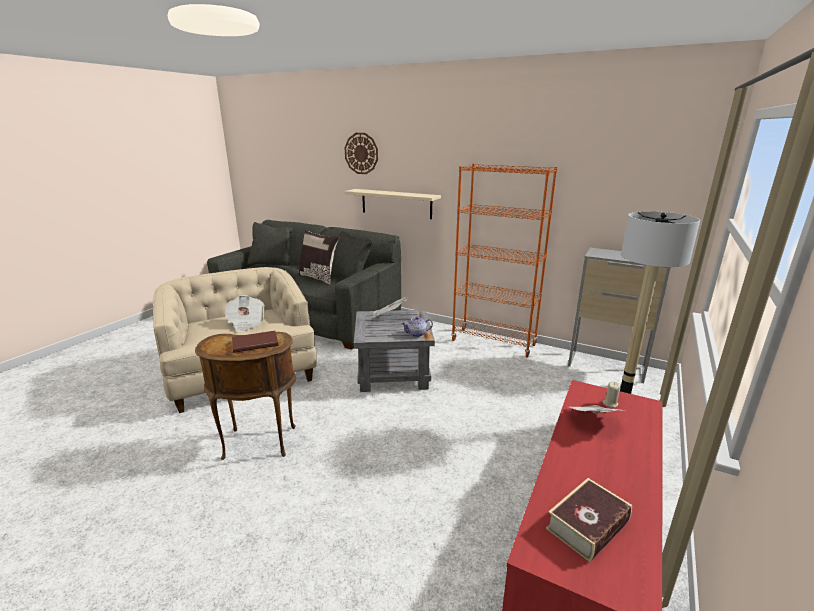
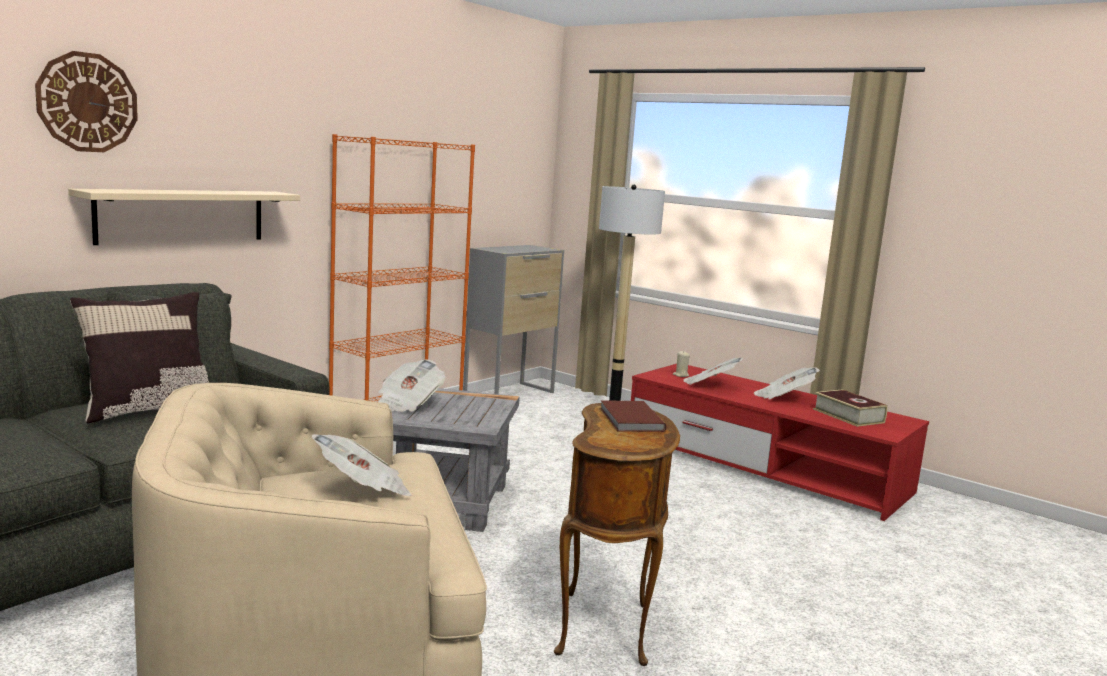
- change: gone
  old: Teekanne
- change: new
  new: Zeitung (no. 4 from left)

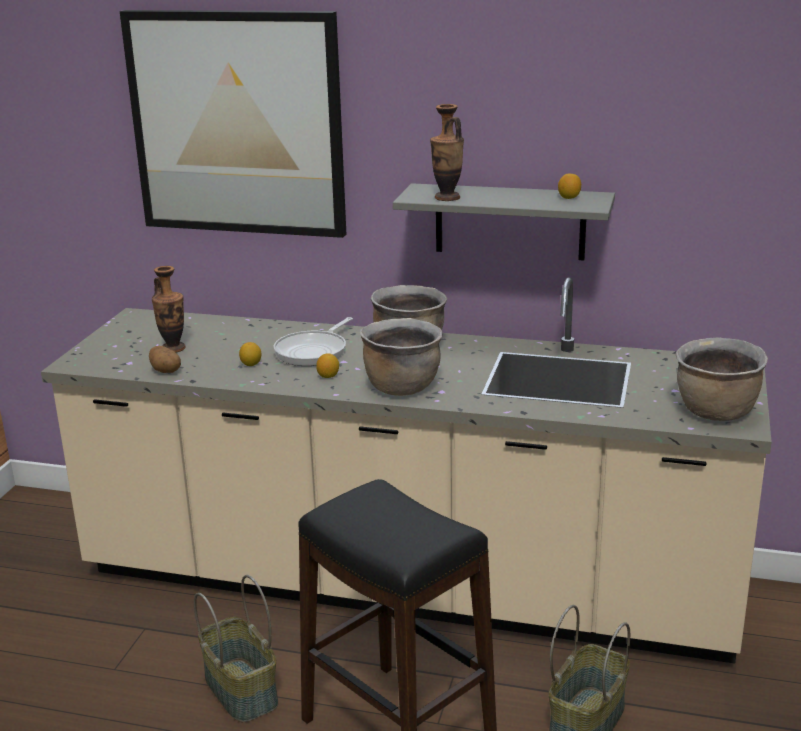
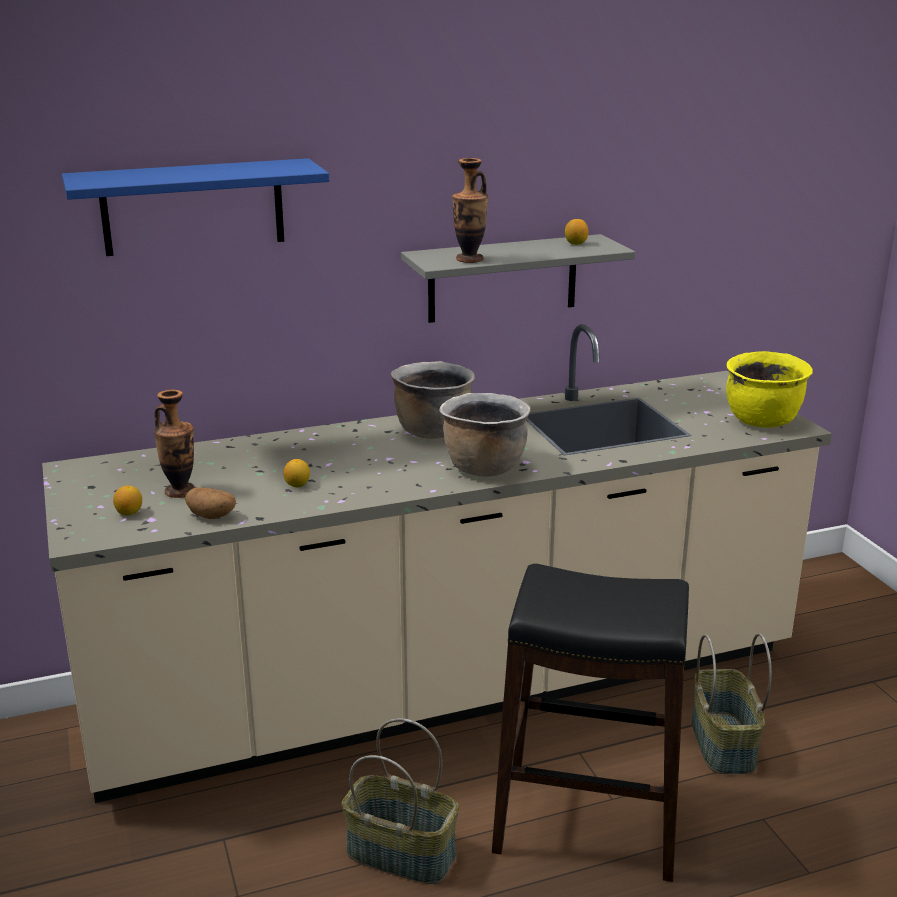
- change: swapped
  old: Bild
  new: Wandregal/blau
- change: gone
  old: Pfanne
- change: shifted
  old: Zitrone (no. 2 from left in the first image)
  new: Zitrone (no. 1 from left)
- change: repainted
  old: Kochtopf/braun (no. 3 from left)
  new: Kochtopf/gelb

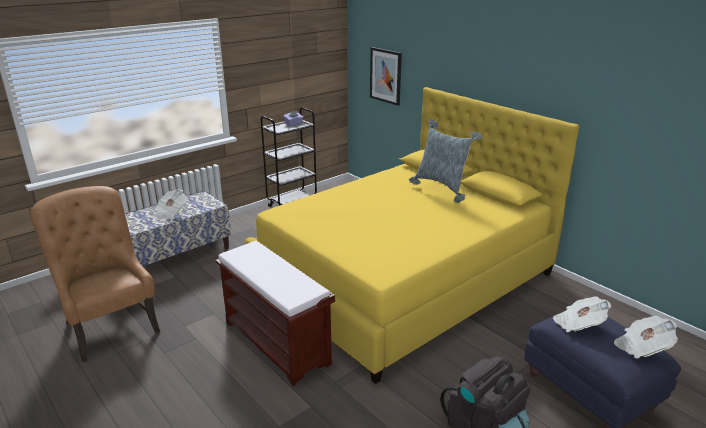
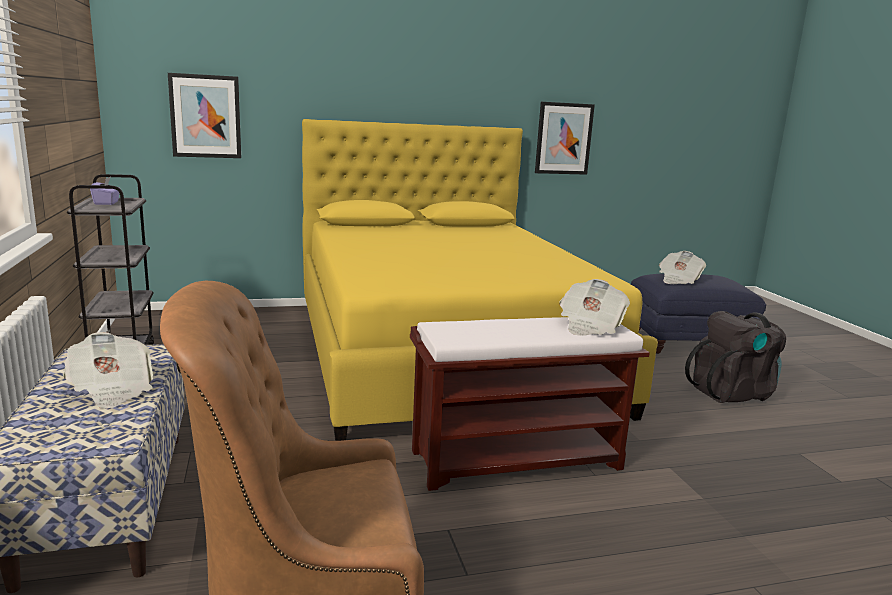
- change: gone
  old: Kissen
- change: shifted
  old: Zeitung (no. 3 from left in the first image)
  new: Zeitung (no. 2 from left)
- change: new
  new: Bild (no. 2 from left)

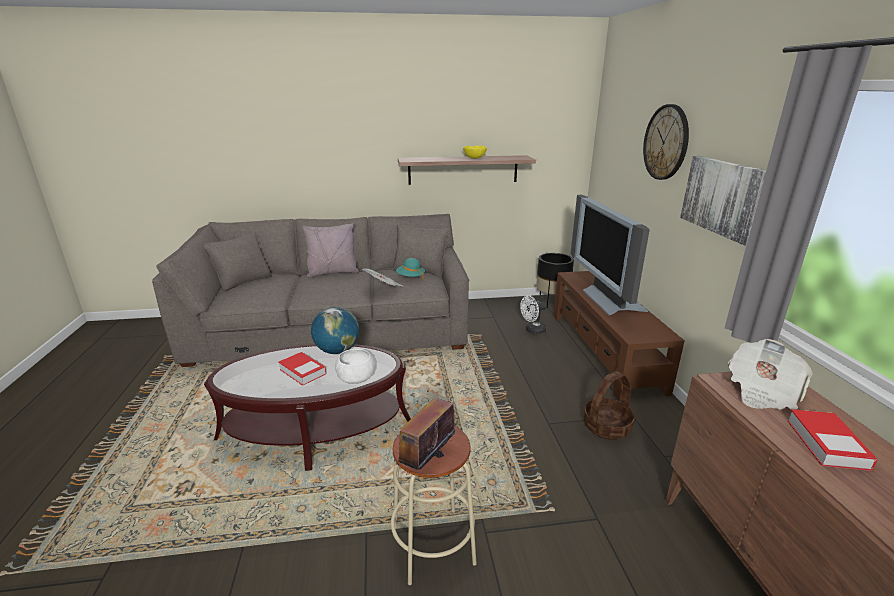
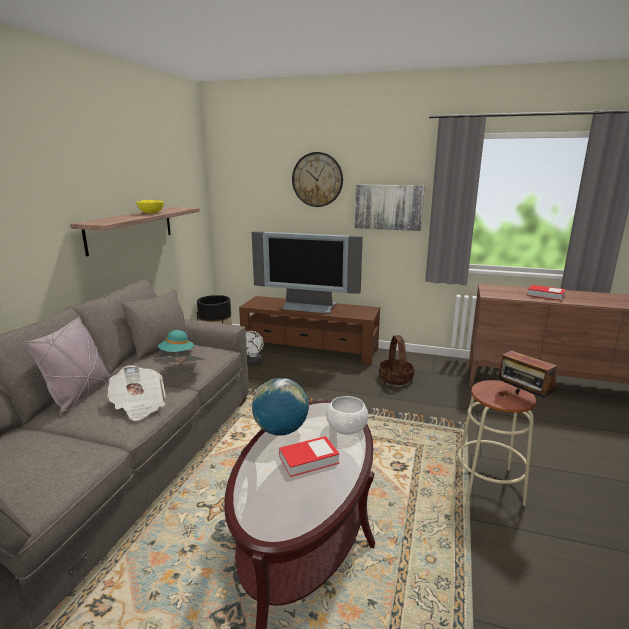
- change: shifted
  old: Zeitung (no. 2 from left in the first image)
  new: Zeitung (no. 1 from left)

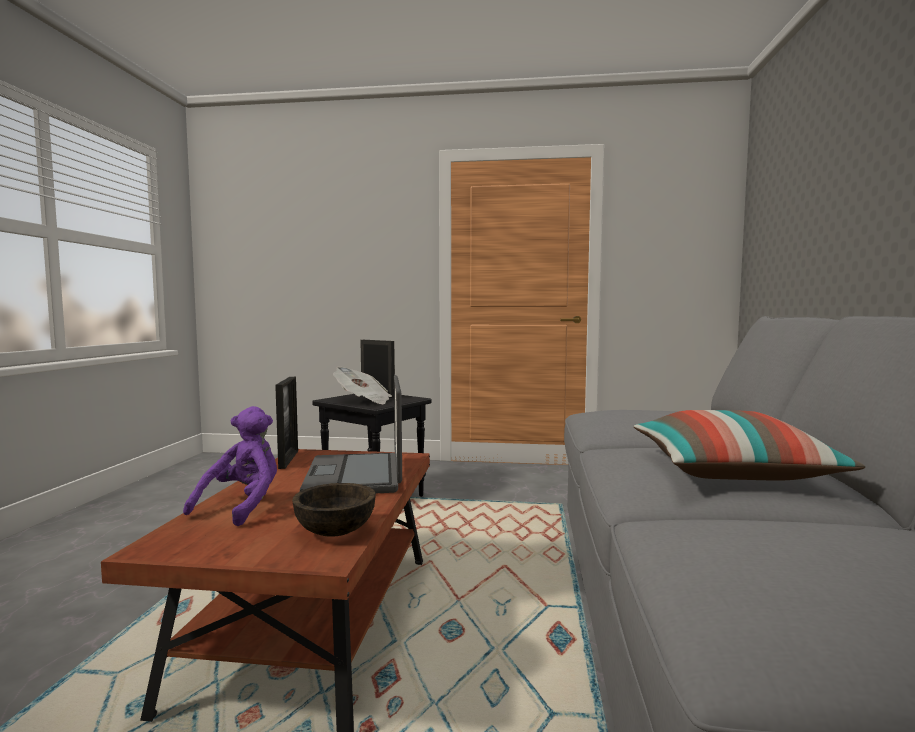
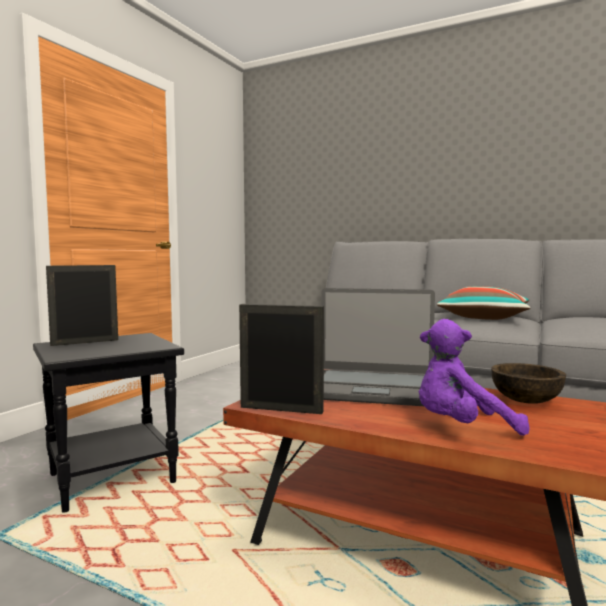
- change: rotated
  old: Plüschtier/lila
  degrees: -45
- change: gone
  old: Zeitung

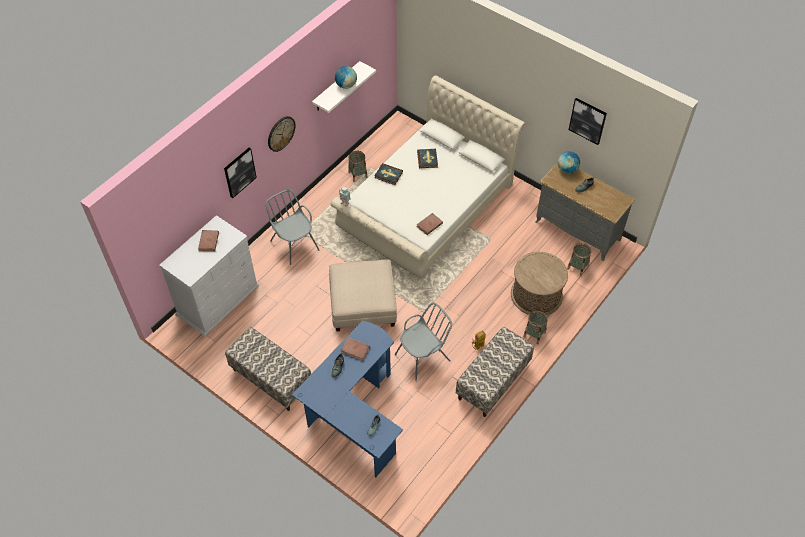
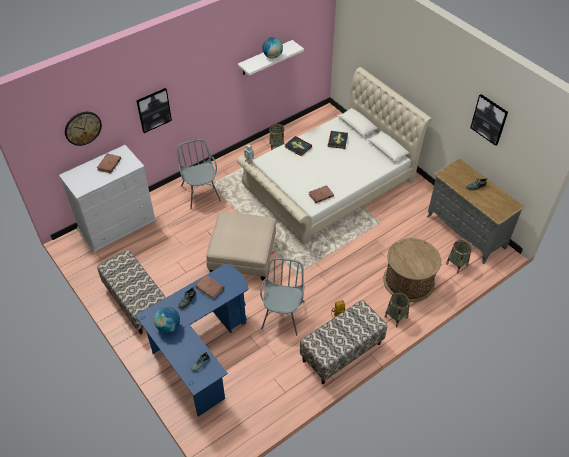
- change: shifted
  old: Wanduhr
- change: rotated
  old: Stuhl/grau (no. 2 from left)
  degrees: -60
- change: shifted
  old: Globus (no. 2 from left in the first image)
  new: Globus (no. 1 from left)

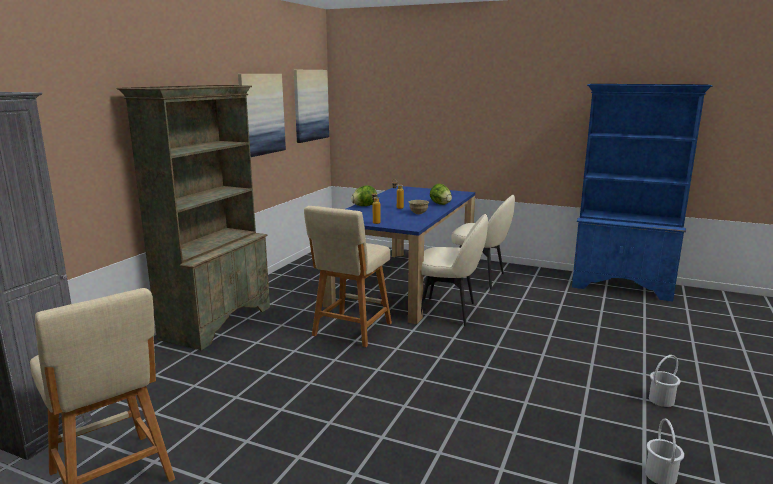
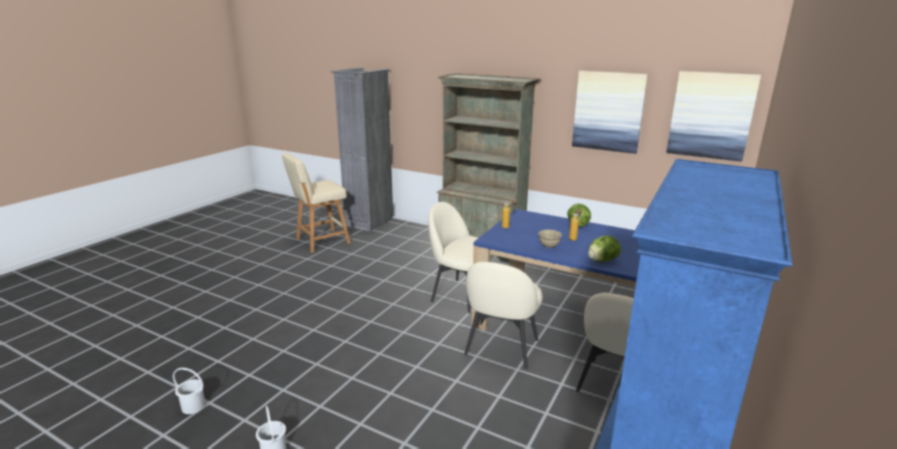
- change: swapped
  old: Hocker/beige (no. 2 from left)
  new: Stuhl/beige (no. 1 from left)

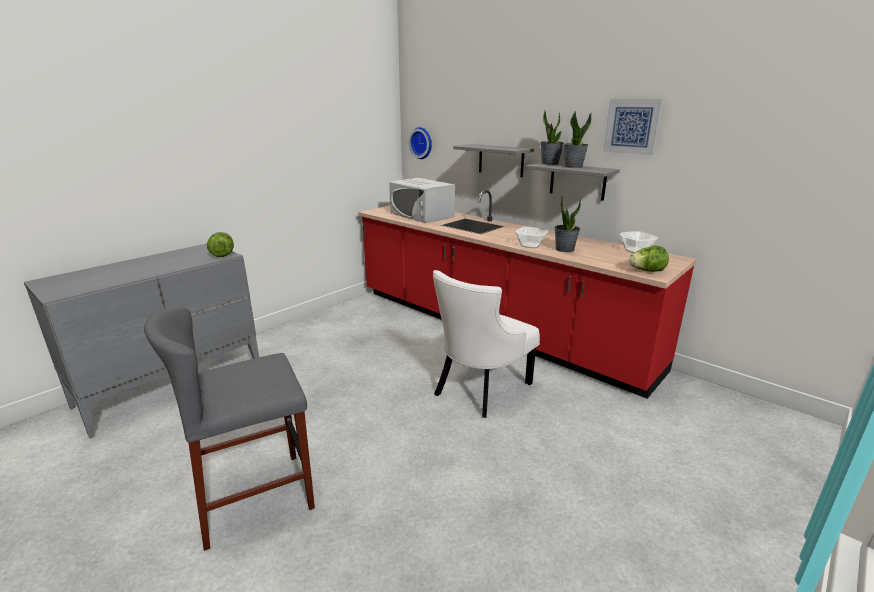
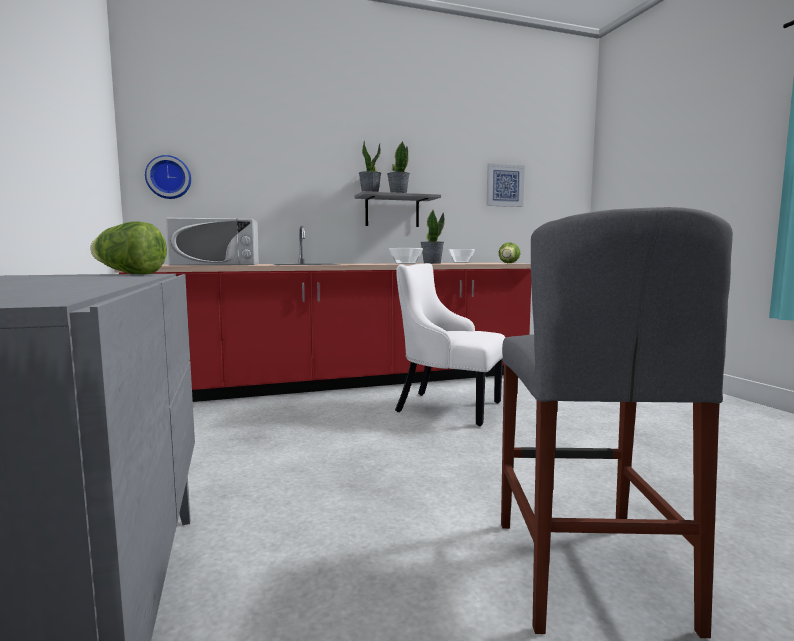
- change: rotated
  old: Stuhl/weiß
  degrees: 135
- change: gone
  old: Wandregal/grau (no. 1 from left)
- change: shifted
  old: Bild

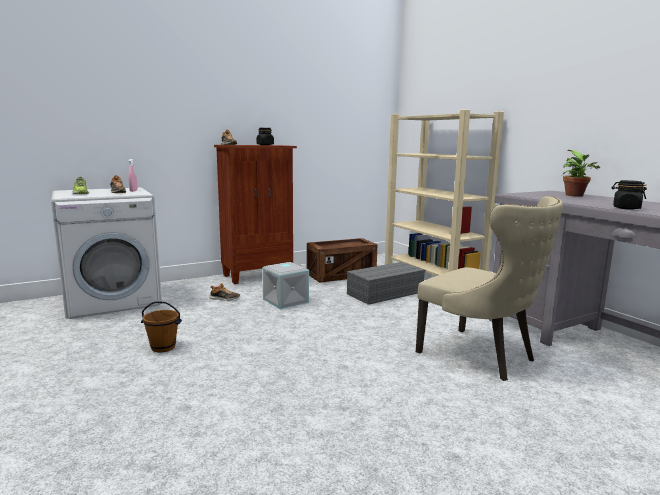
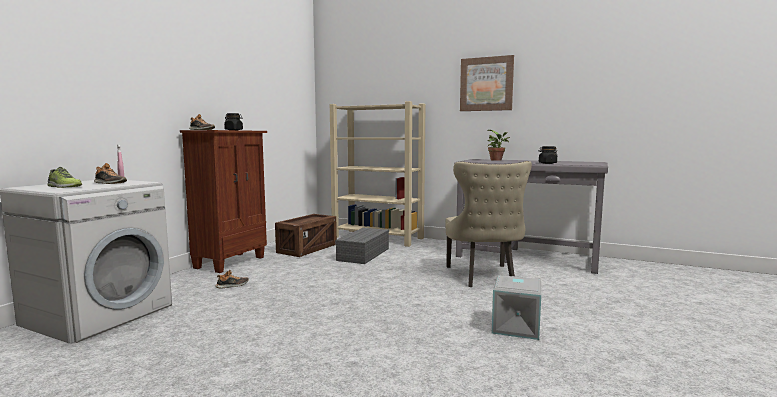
- change: gone
  old: Eimer/braun
- change: shifted
  old: Aufbewahrungsbox/grau (no. 1 from left in the first image)
  new: Aufbewahrungsbox/grau (no. 2 from left)
- change: rotated
  old: Stuhl/beige
  degrees: 75
- change: new
  new: Bild

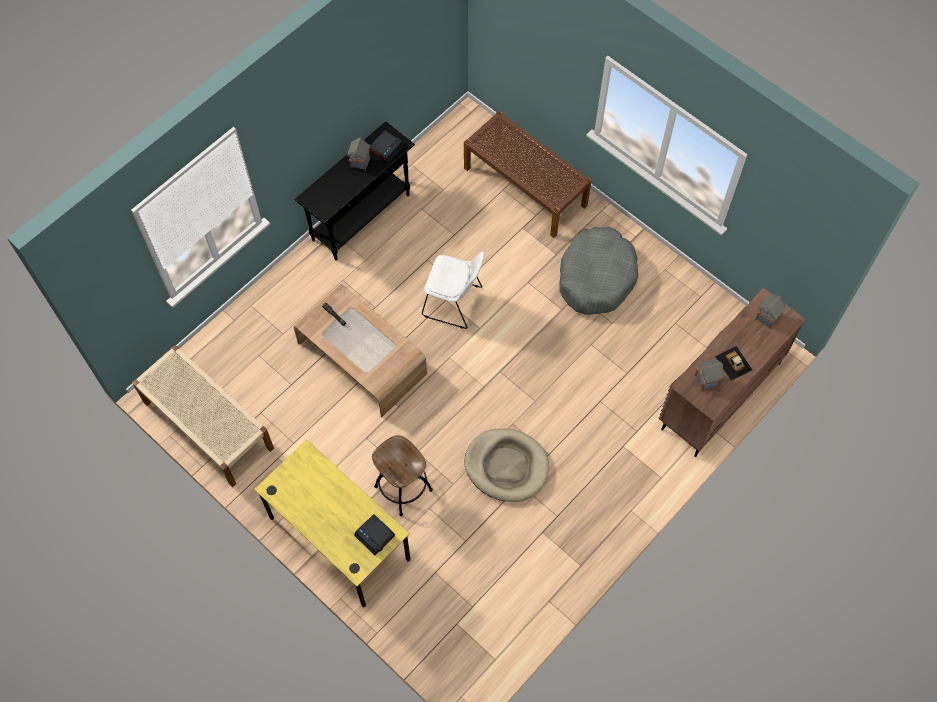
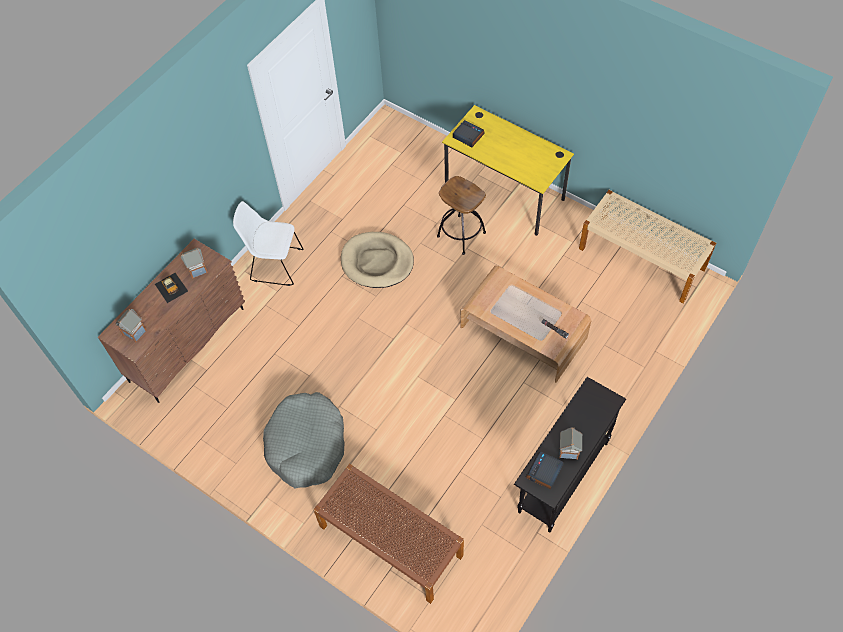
- change: shifted
  old: Stuhl/weiß

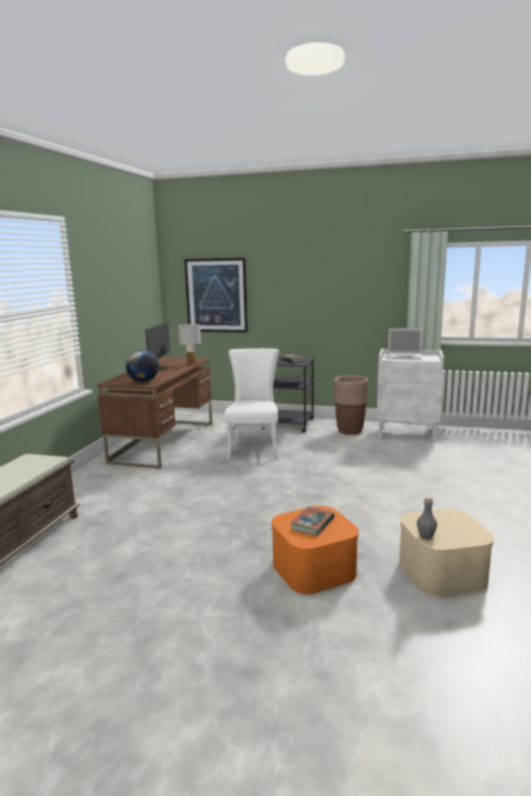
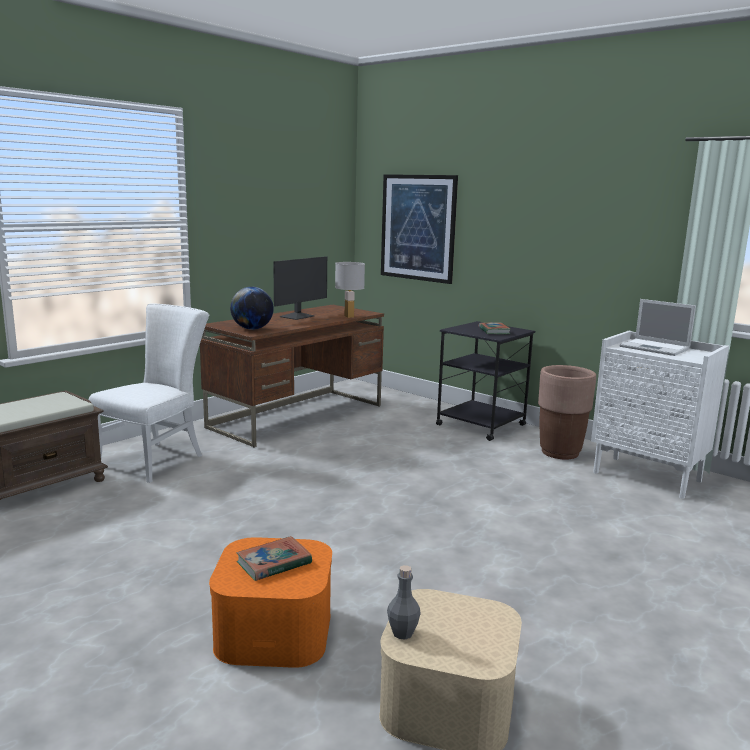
- change: shifted
  old: Stuhl/weiß

